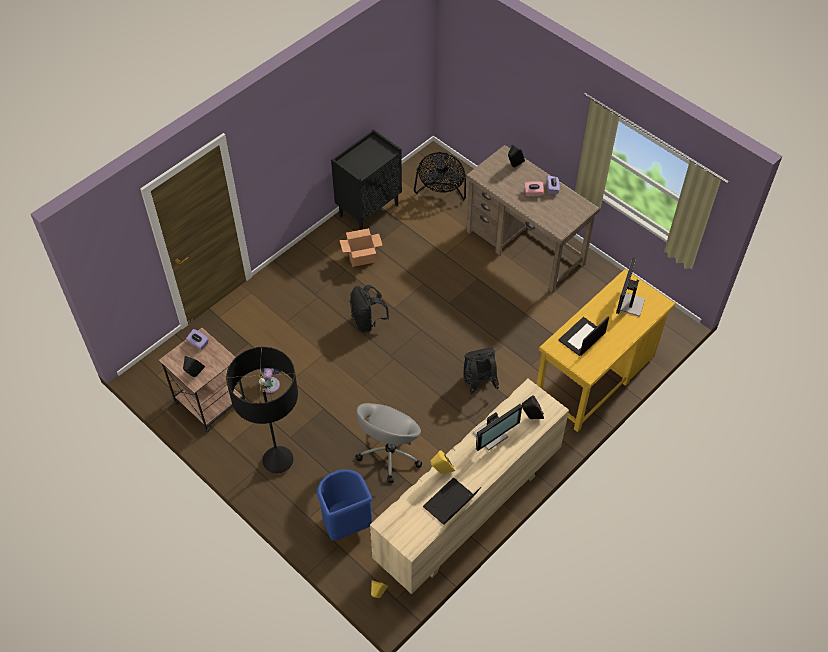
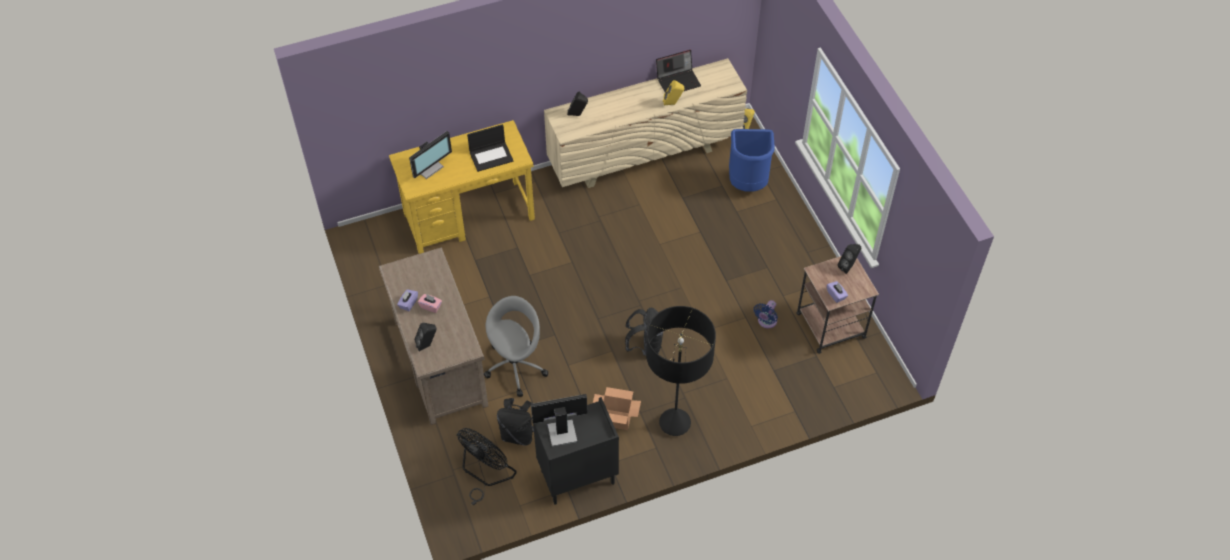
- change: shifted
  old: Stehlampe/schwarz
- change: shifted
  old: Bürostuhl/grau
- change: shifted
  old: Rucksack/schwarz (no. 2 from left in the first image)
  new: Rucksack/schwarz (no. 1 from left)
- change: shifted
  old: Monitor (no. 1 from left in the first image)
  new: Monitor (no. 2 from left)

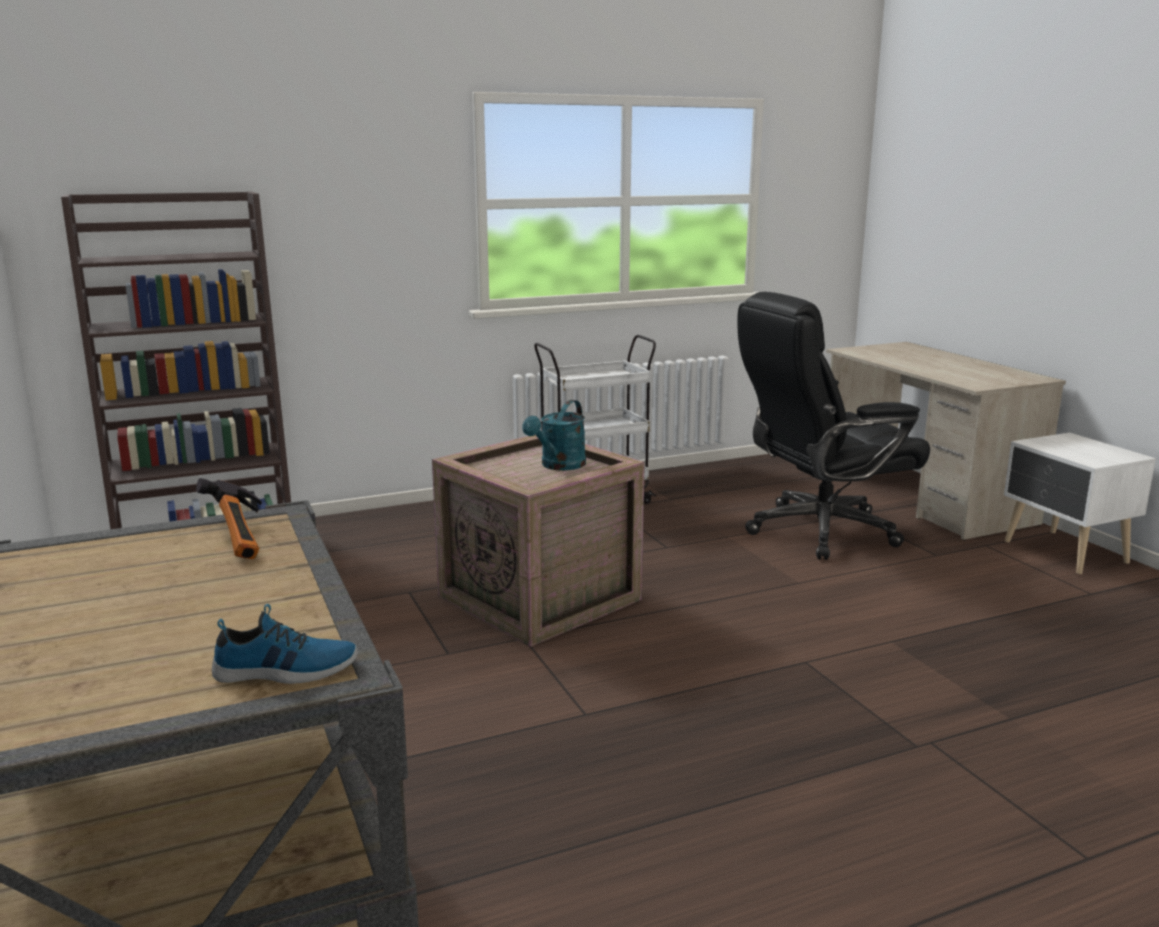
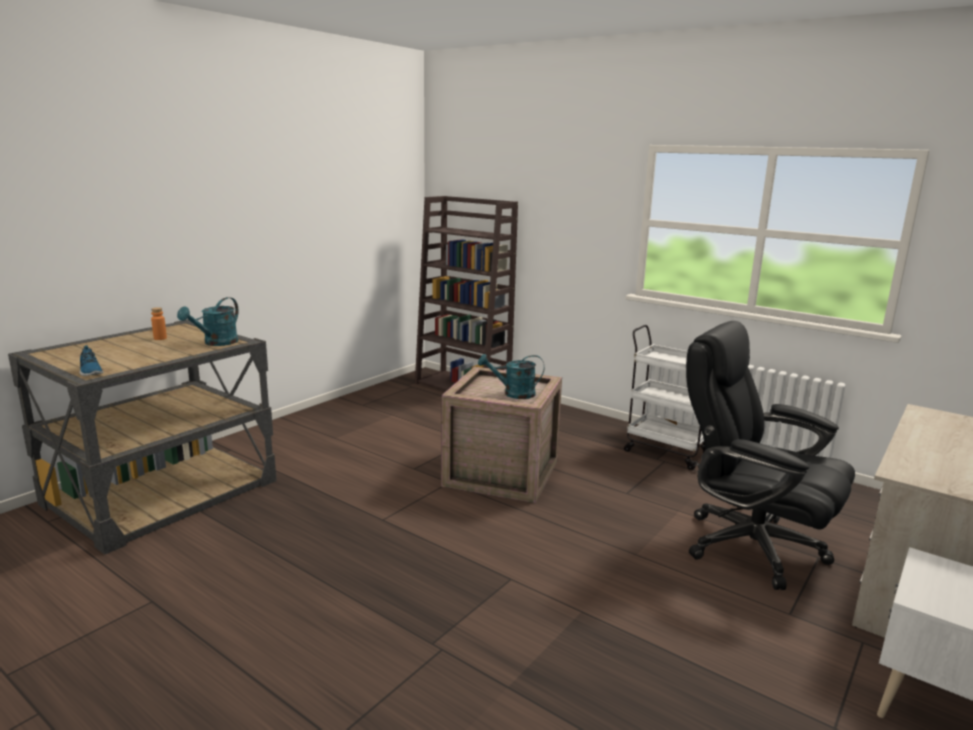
- change: swapped
  old: Hammer
  new: Gießkanne/türkis (no. 1 from left)
- change: new
  new: Flasche/orange

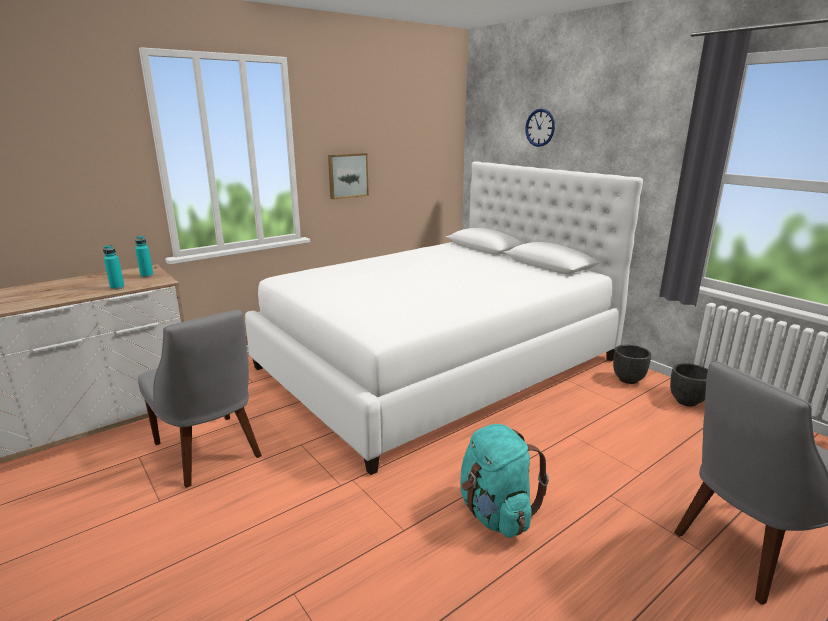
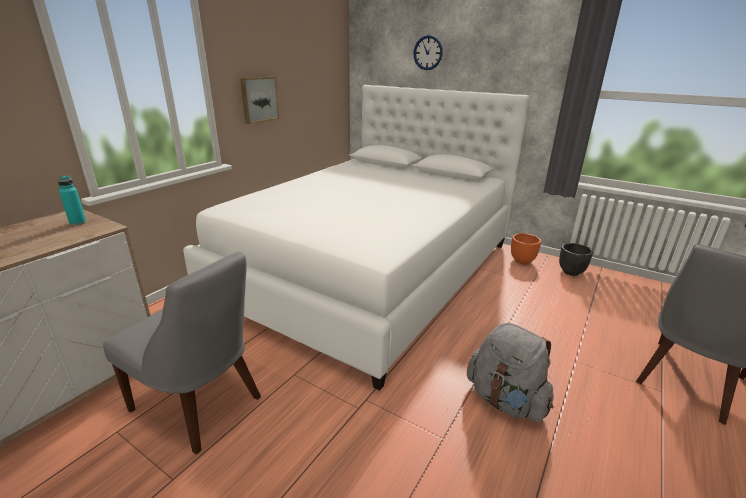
- change: gone
  old: Flasche/türkis (no. 1 from left)
- change: repainted
  old: Rucksack/türkis
  new: Rucksack/grau
- change: repainted
  old: Pflanzkübel/schwarz (no. 1 from left)
  new: Pflanzkübel/orange

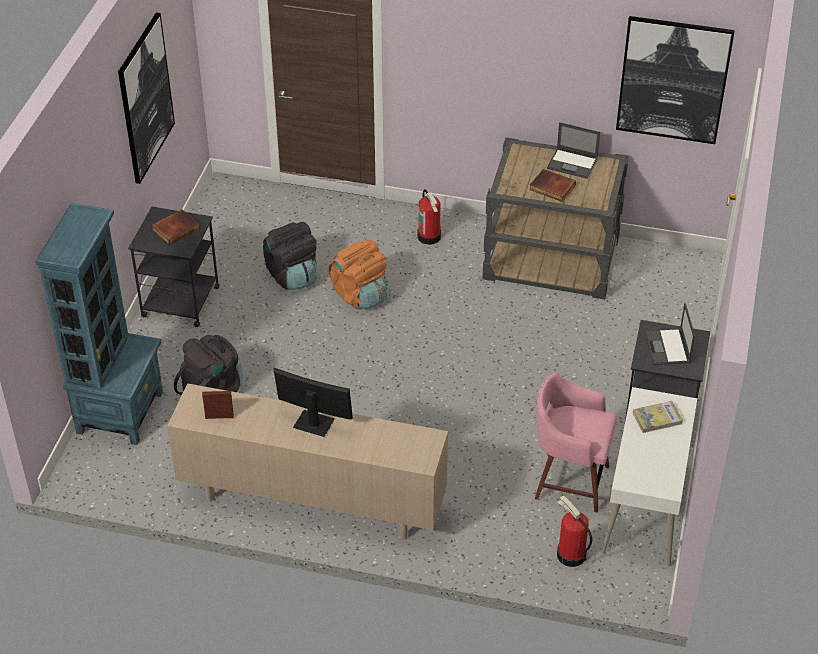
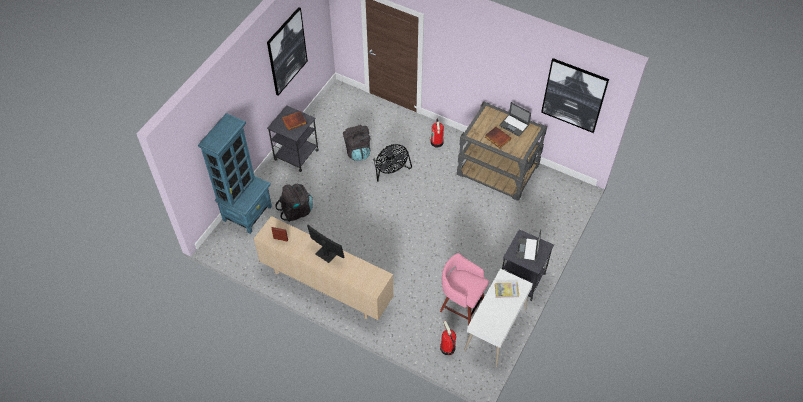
- change: swapped
  old: Rucksack/orange
  new: Ventilator/schwarz

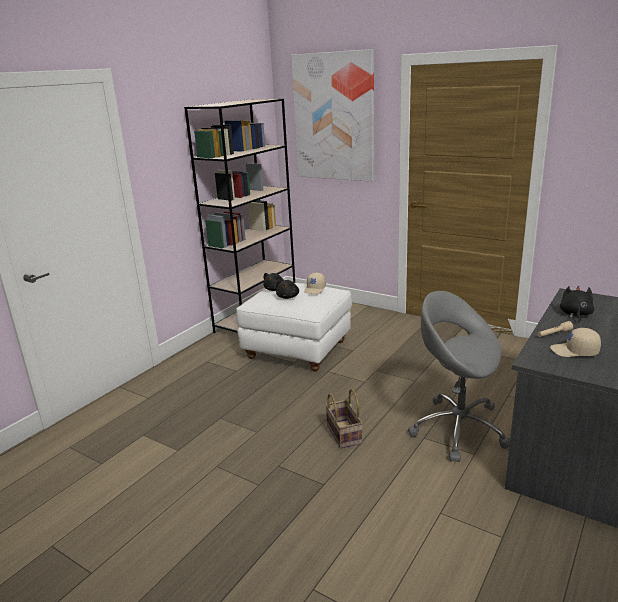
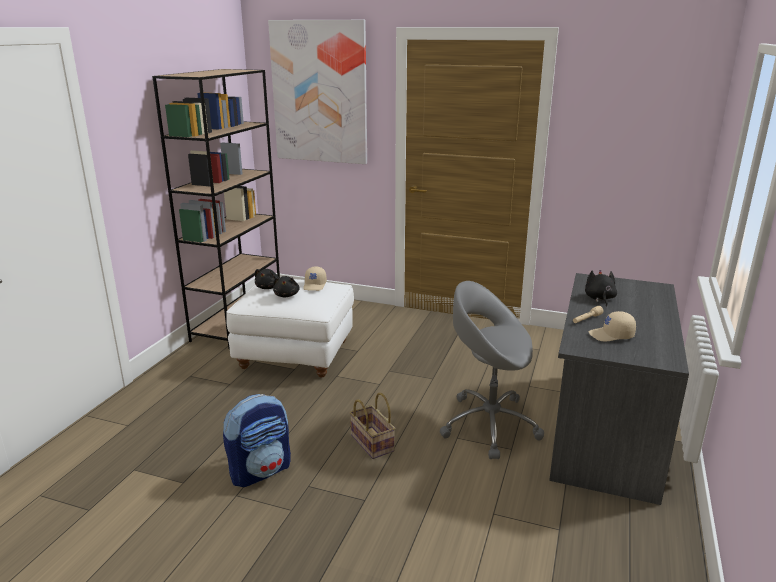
- change: new
  new: Rucksack

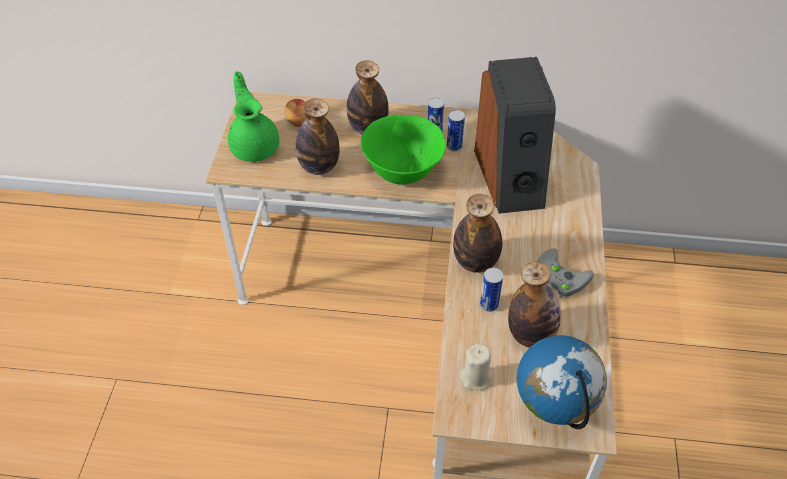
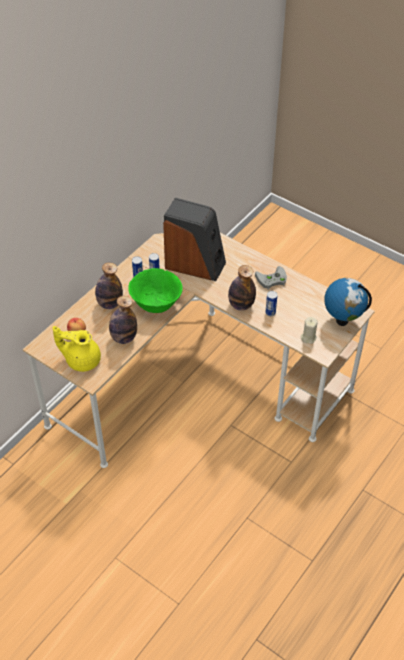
- change: repainted
  old: Teekanne/grün
  new: Teekanne/gelb
- change: gone
  old: Flasche (no. 4 from left)

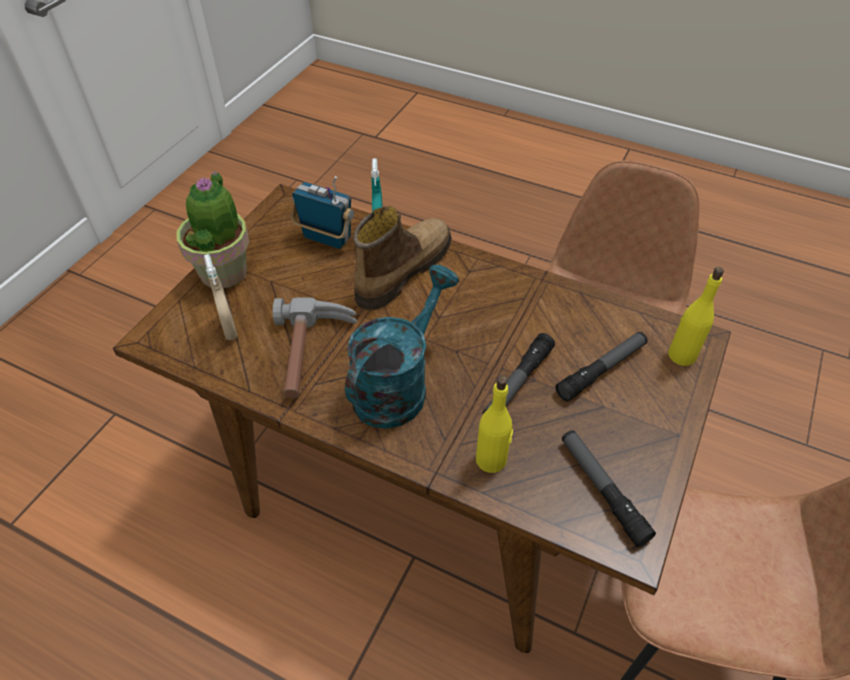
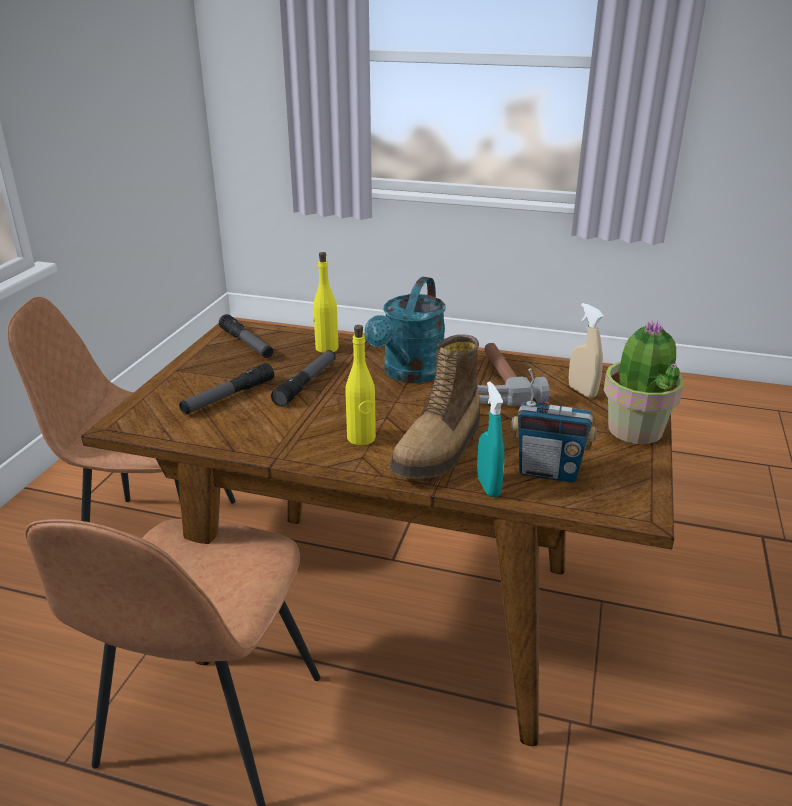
- change: shifted
  old: Flasche/gelb (no. 2 from left)

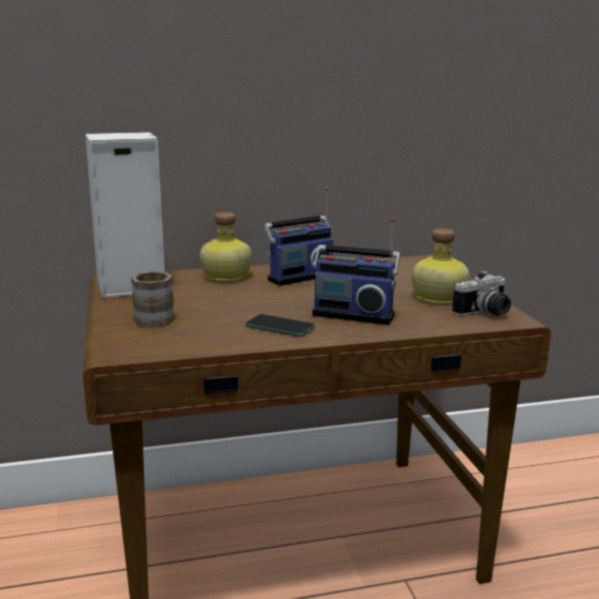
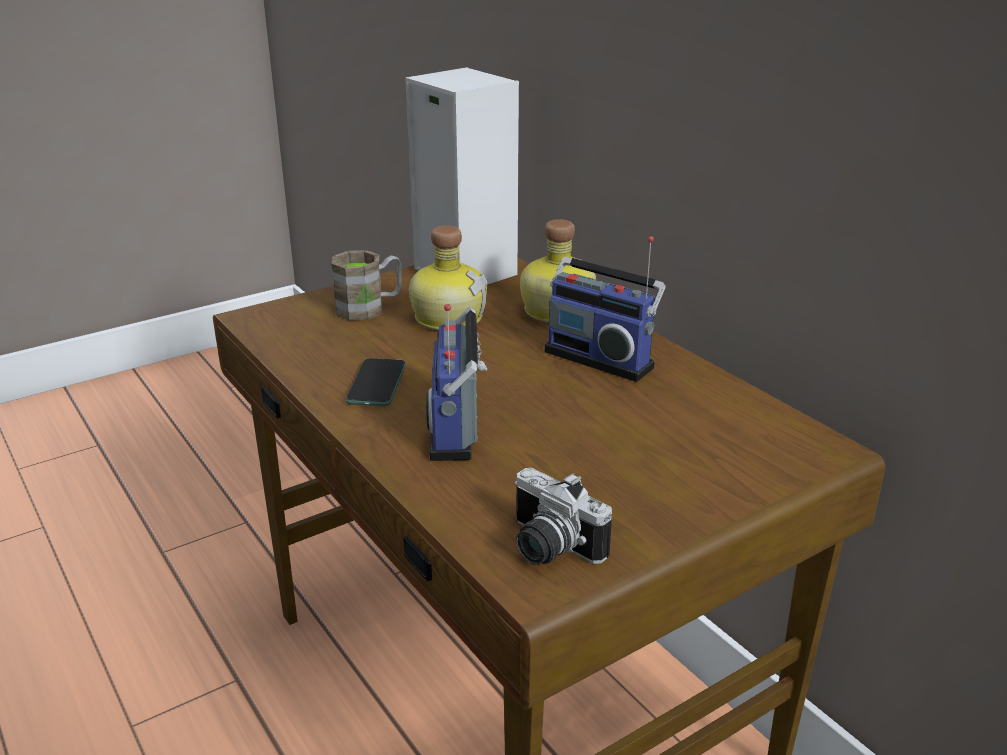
- change: shifted
  old: Flasche (no. 2 from left in the first image)
  new: Flasche (no. 1 from left)

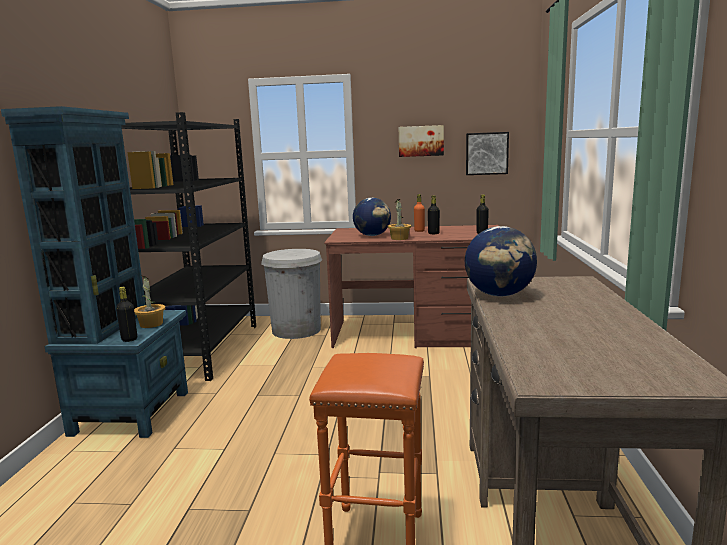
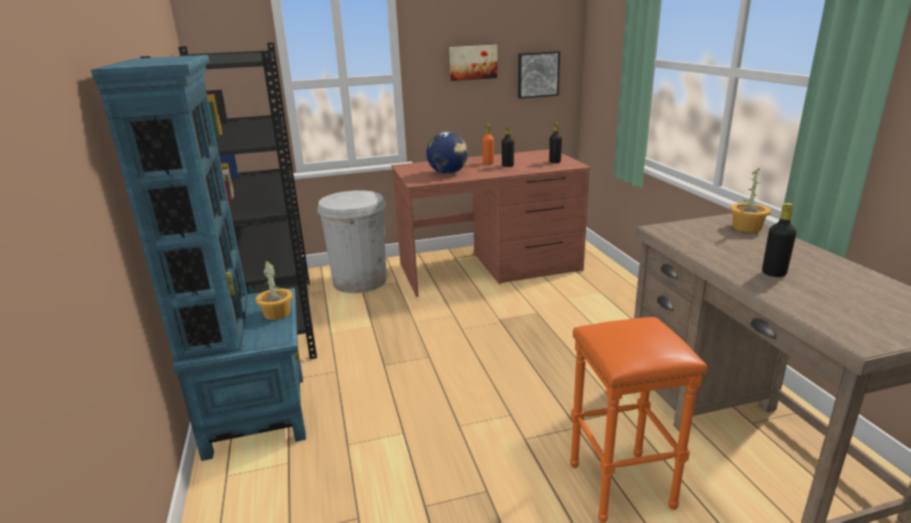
- change: shifted
  old: Flasche/schwarz (no. 1 from left in the first image)
  new: Flasche/schwarz (no. 3 from left)
- change: shifted
  old: Topfpflanze (no. 2 from left)
- change: gone
  old: Globus (no. 2 from left)

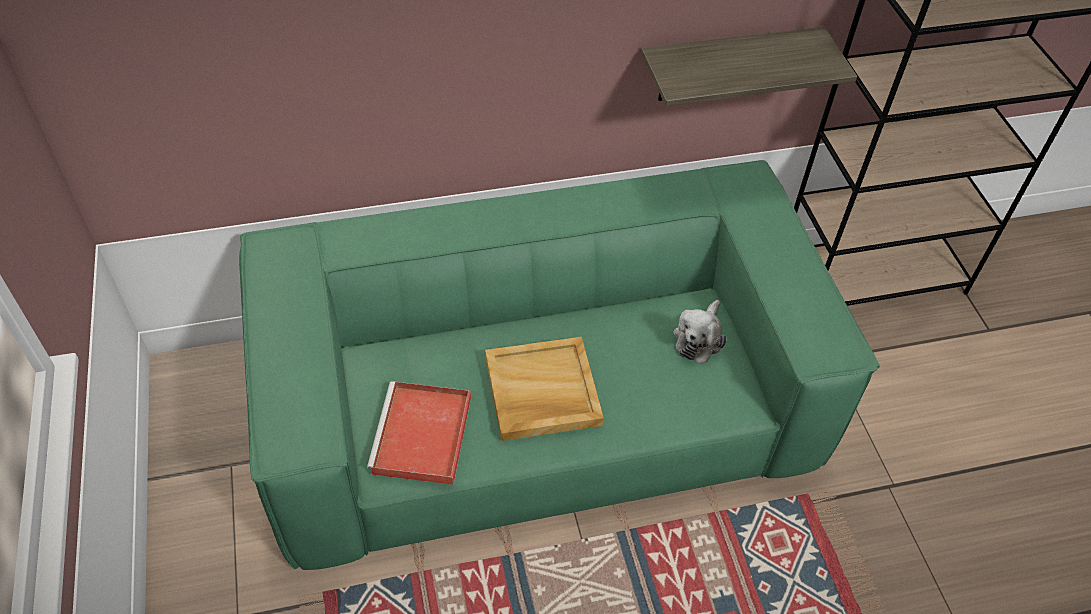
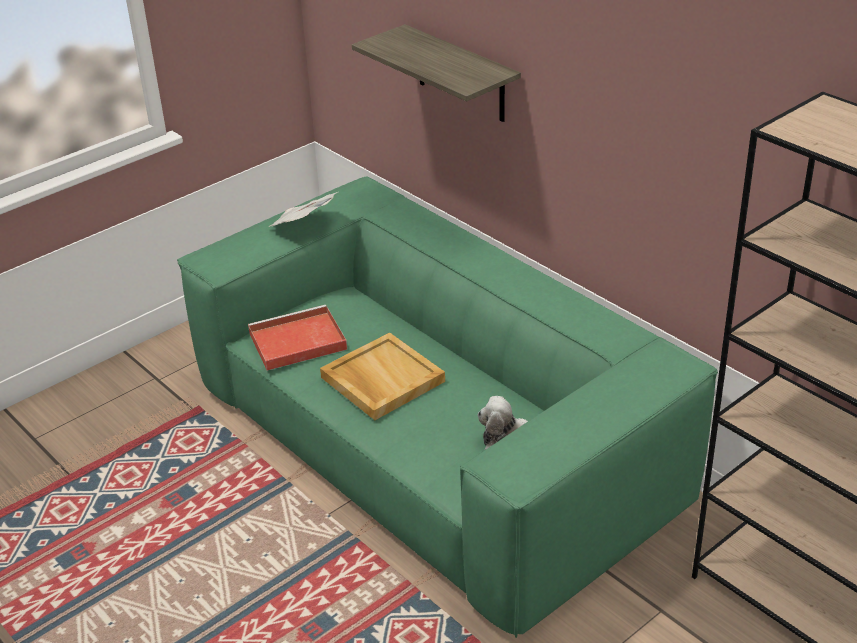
- change: shifted
  old: Wandregal
- change: new
  new: Zeitung

